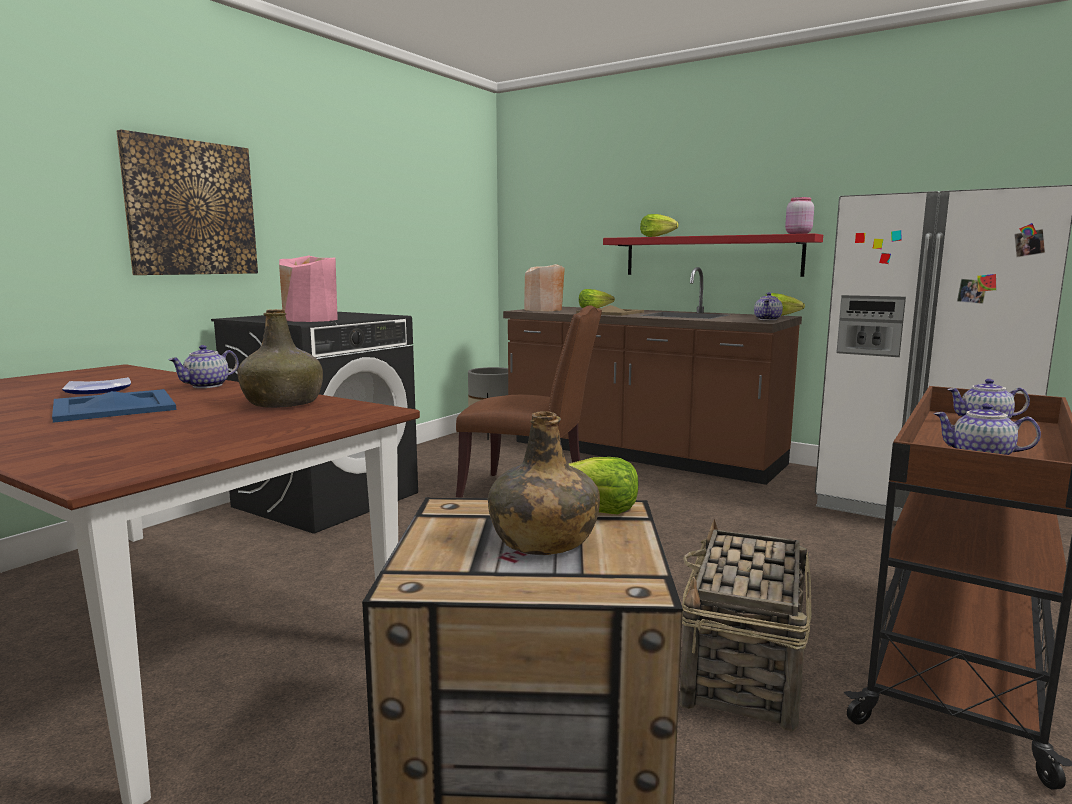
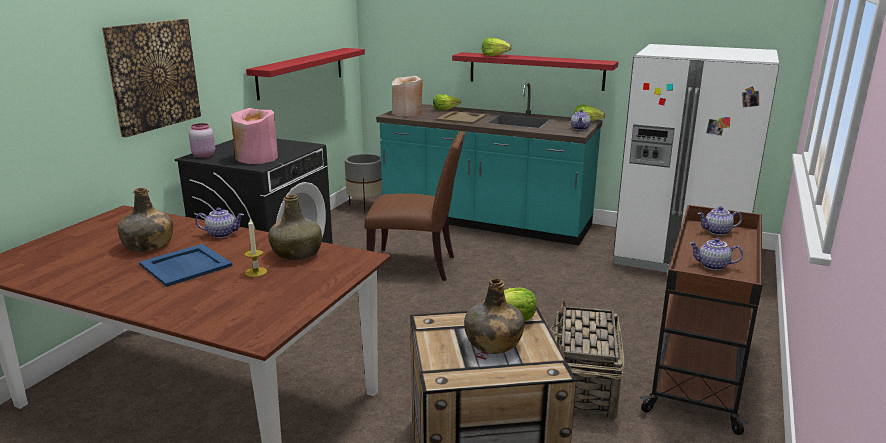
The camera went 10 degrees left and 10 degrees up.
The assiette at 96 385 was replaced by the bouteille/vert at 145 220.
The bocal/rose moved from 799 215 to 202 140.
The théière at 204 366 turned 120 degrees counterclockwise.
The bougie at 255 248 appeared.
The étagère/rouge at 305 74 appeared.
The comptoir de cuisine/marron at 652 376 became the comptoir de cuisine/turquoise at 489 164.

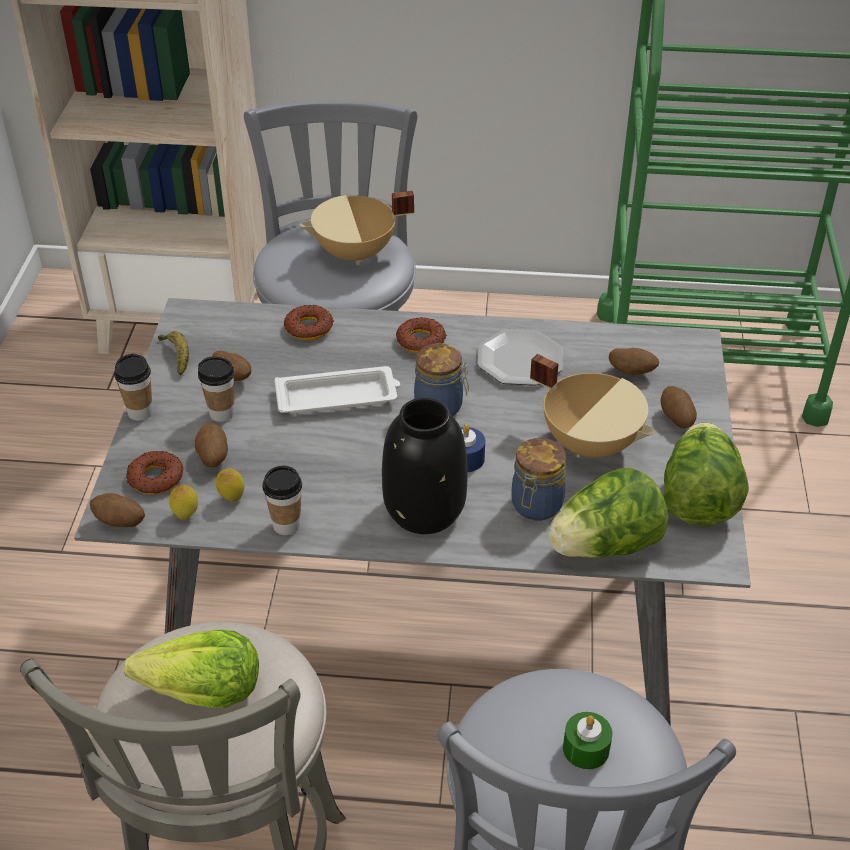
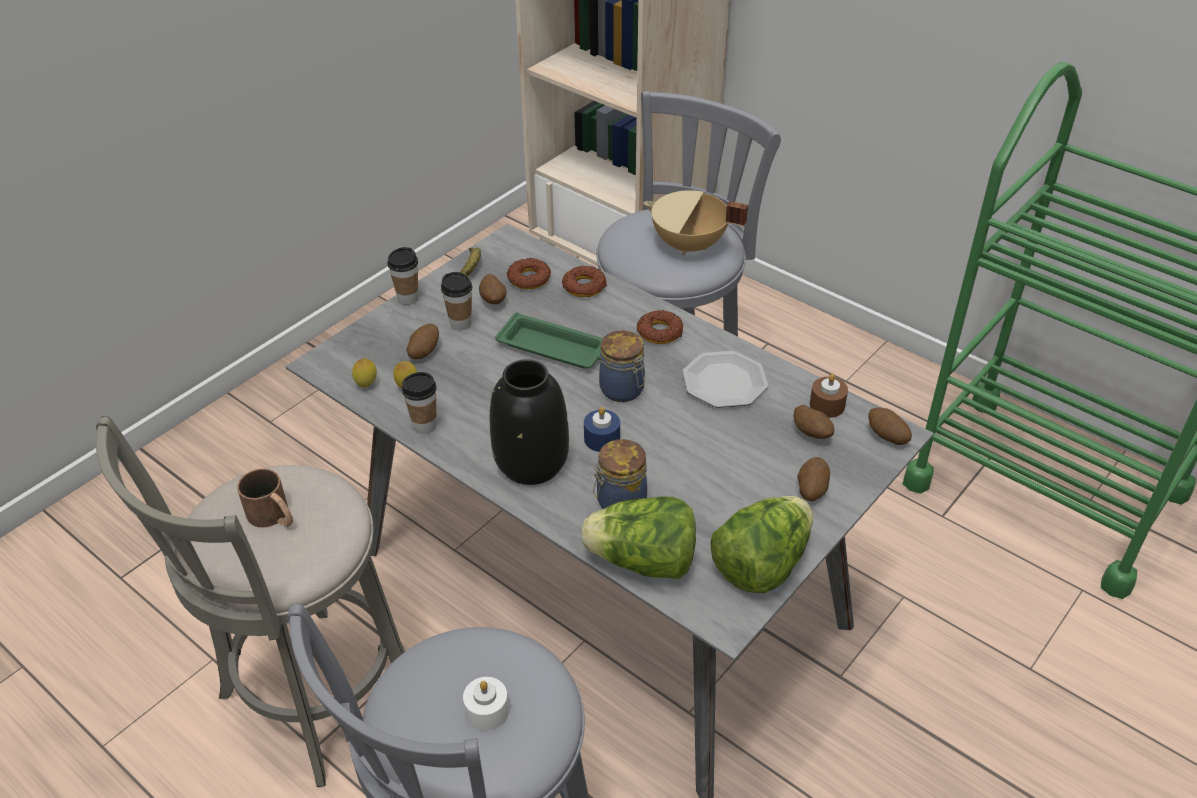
The camera went 35 degrees right and 0 degrees up.
The laitue at 191 669 was replaced by the mug/marron at 265 497.
The bougie/vert at 587 740 became the bougie/blanc at 486 704.
The plateau/blanc at 337 390 became the plateau/vert at 549 340.
The beignet moved from 154 472 to 529 273.
The bougie/marron at 829 395 appeared.
The pomme de terre moved from 117 510 to 890 426.
The marmite/beige at 592 406 disappeared.

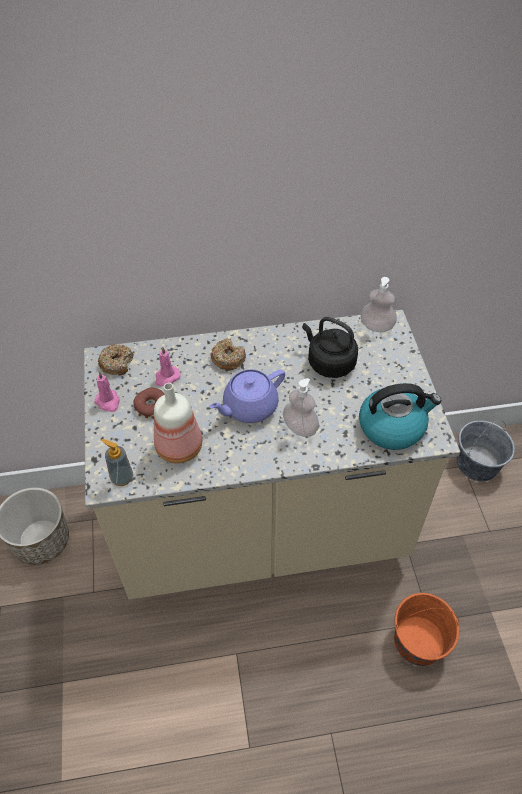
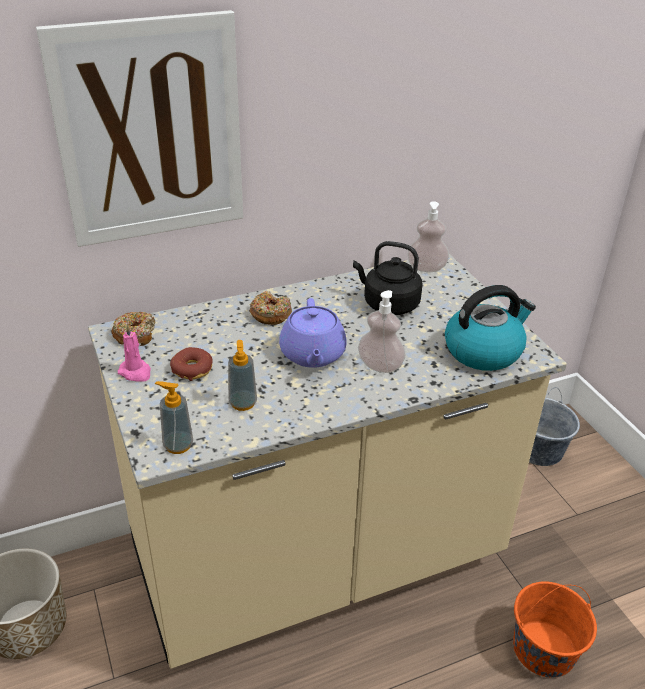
The camera went 15 degrees left and 15 degrees down.
The tableau at 139 128 appeared.
The bouteille at 178 423 was replaced by the distributeur de savon at 242 375.
The théière/violet at 247 396 turned 45 degrees counterclockwise.
The bougie/rose at 168 366 disappeared.

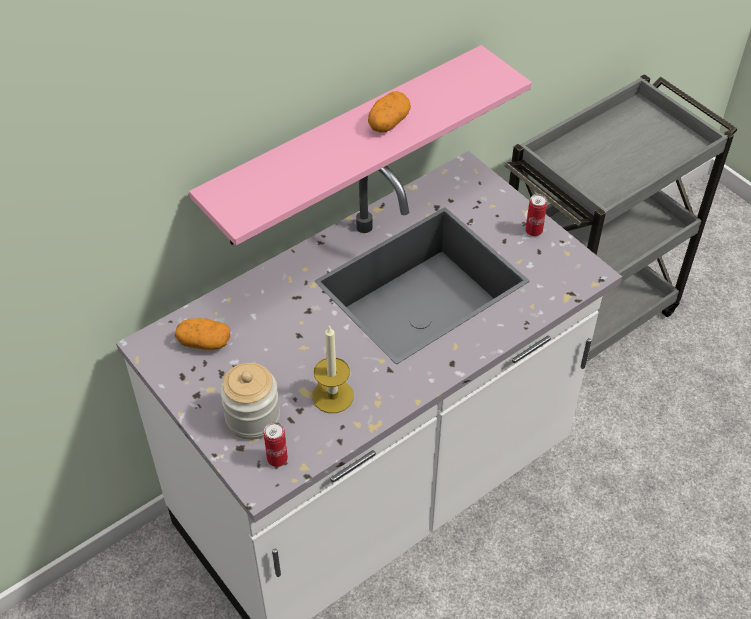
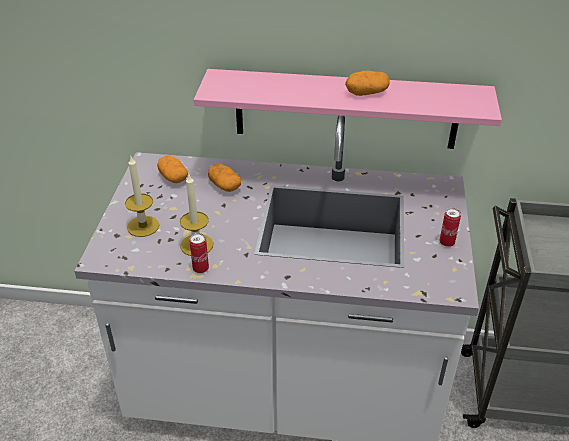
The camera went 45 degrees right and 10 degrees down.
The bocal at 250 401 was replaced by the bougie at 142 197.
The boîte métallique moved from 276 444 to 199 253.
The pomme de terre at 224 178 appeared.

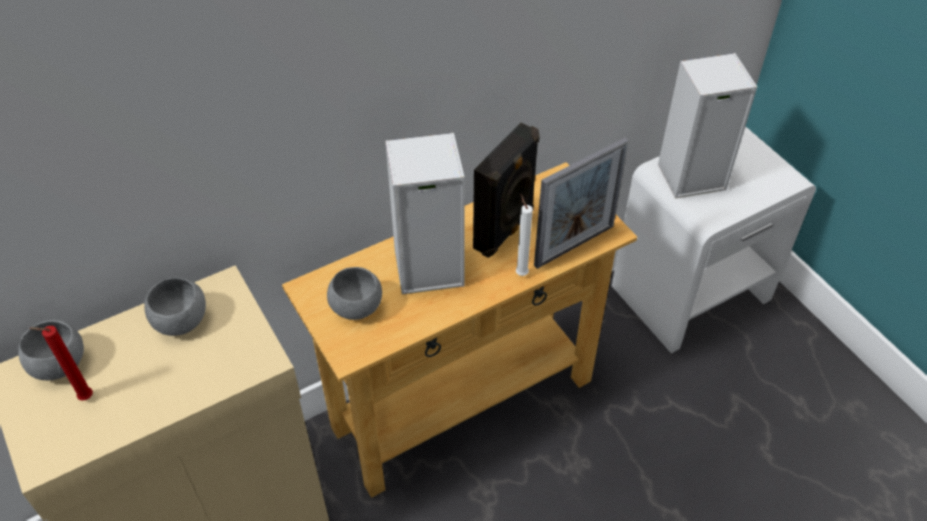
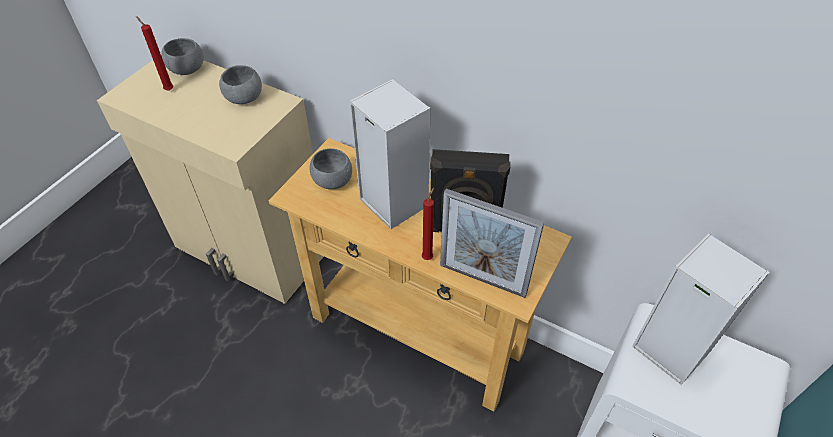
The camera went 60 degrees right and 0 degrees up.
The bougie/blanc at 524 234 became the bougie/rouge at 428 224.

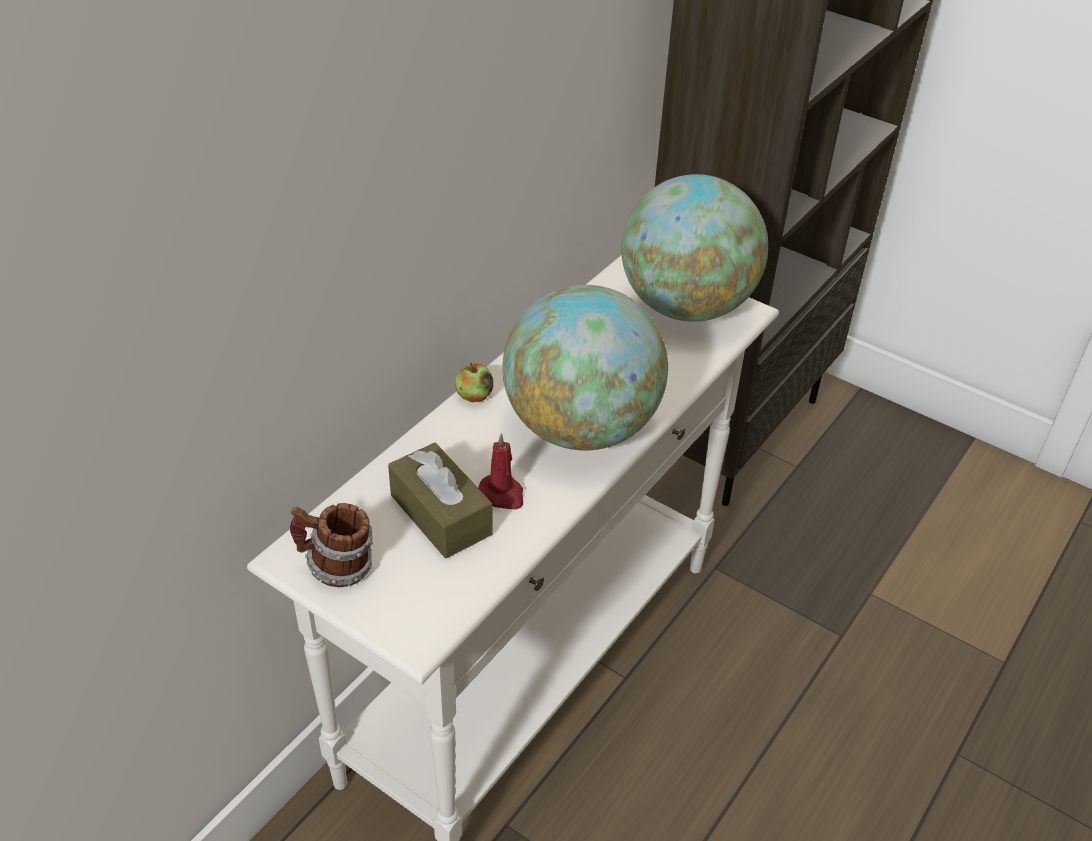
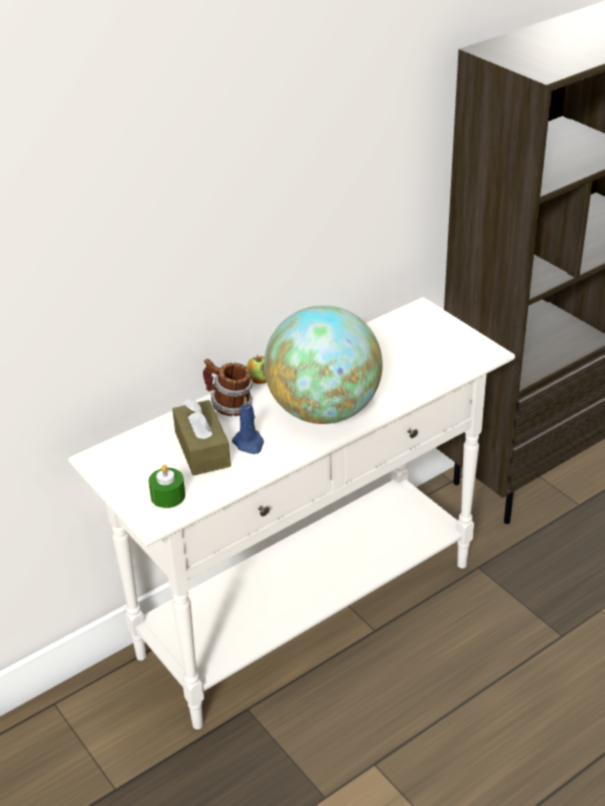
The camera went 20 degrees right and 5 degrees down.
The bougie/vert at 167 486 appeared.
The mug moved from 331 545 to 228 387.
The bougie/rouge at 500 471 became the bougie/bleu at 248 425.
The globe at 694 248 disappeared.

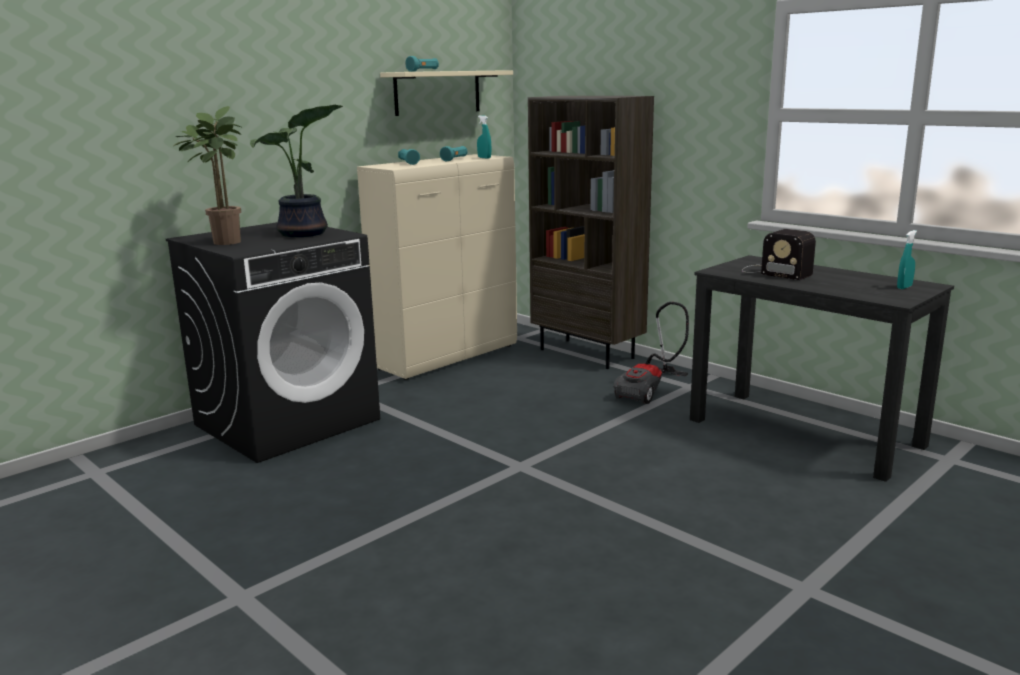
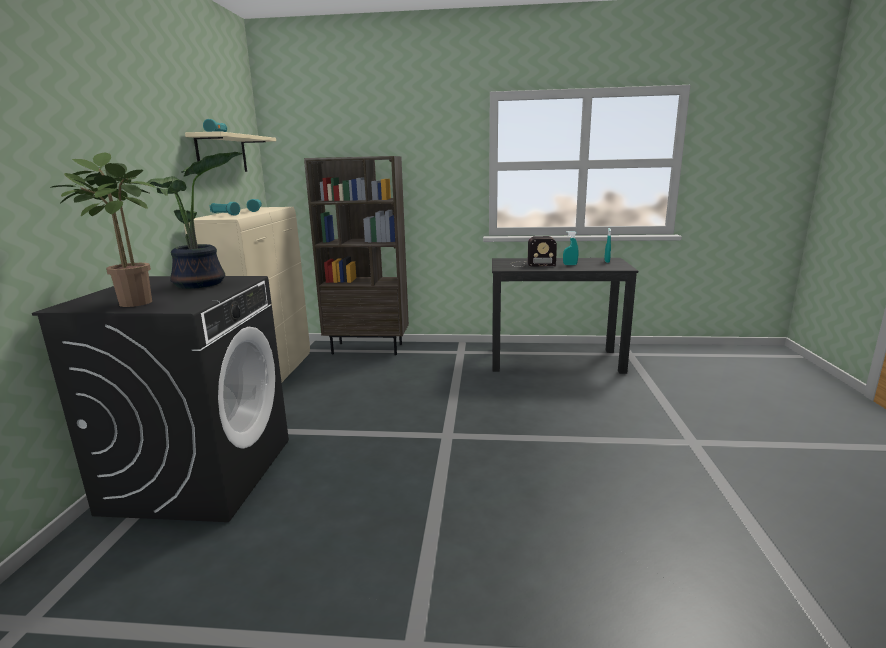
The camera went 40 degrees left and 0 degrees up.
The vaporisateur/turquoise moved from 484 137 to 571 248.
The aspirateur at 651 353 disappeared.

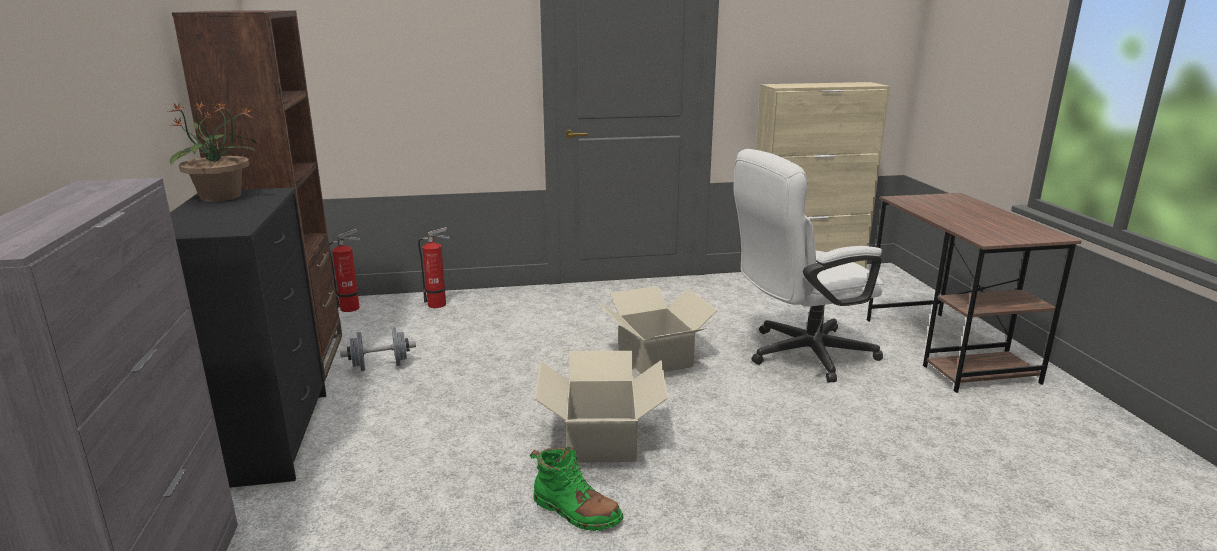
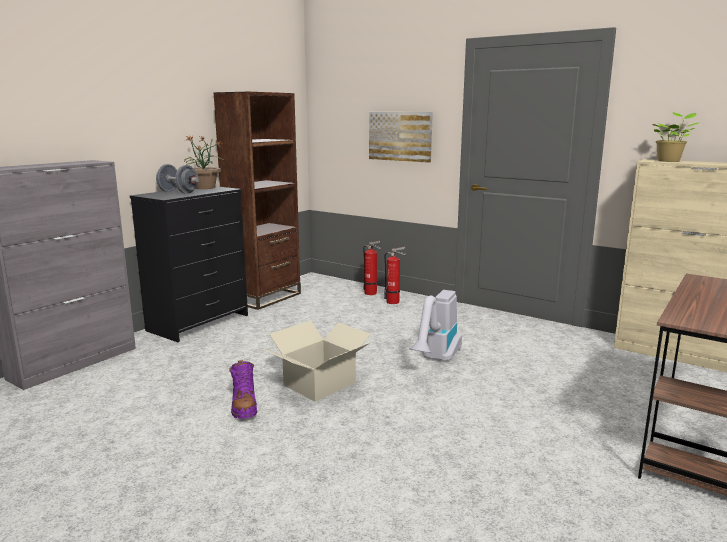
The camera went 45 degrees right and 5 degrees down.
The haltère/gris moved from 378 349 to 177 179.
The botte/vert at 576 489 became the botte/violet at 243 389.
The tableau at 401 137 appeared.
The extincteur moved from 344 270 to 395 275.
The carton at 658 330 was replaced by the aspirateur at 436 325.
The plante en pot at 676 137 appeared.
The chaise de bureau/blanc at 809 266 disappeared.

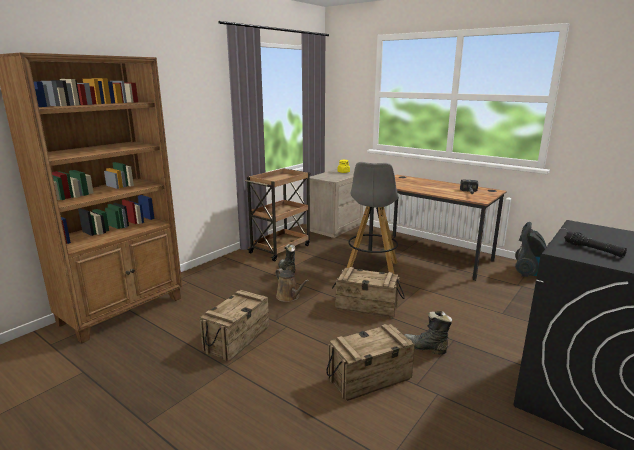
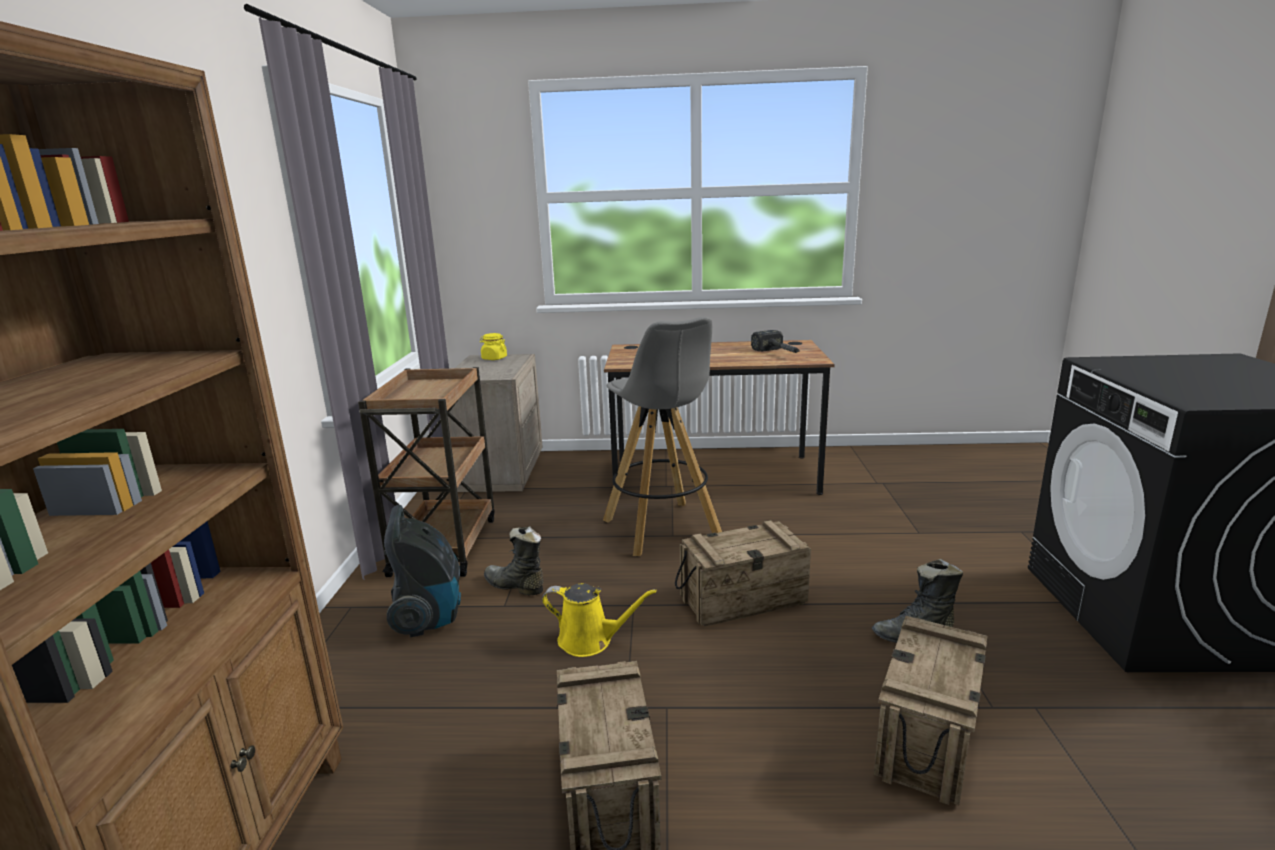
The camera went 35 degrees left and 0 degrees up.
The aspirateur moved from 531 249 to 422 571.
The arrosoir/marron at 292 285 became the arrosoir/jaune at 599 620.
The lampe de poche/noir at 595 244 disappeared.

